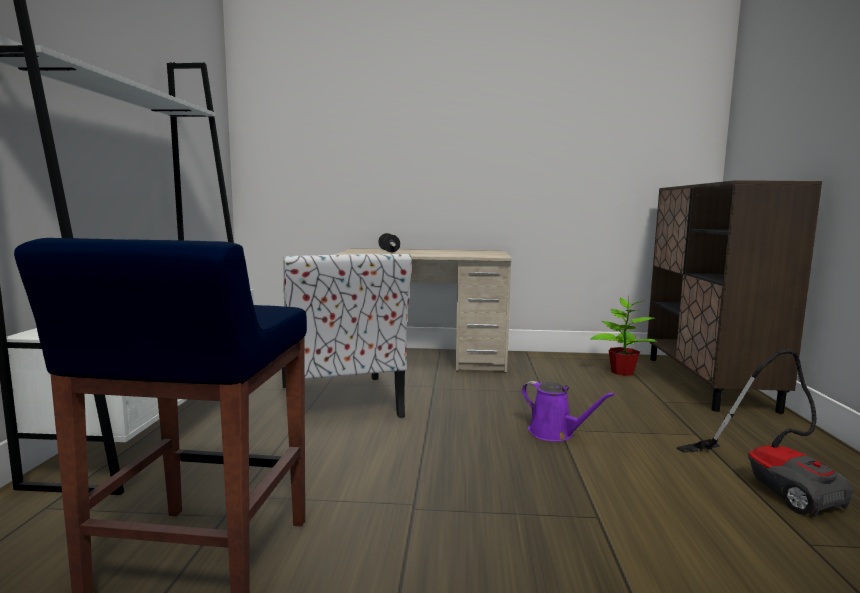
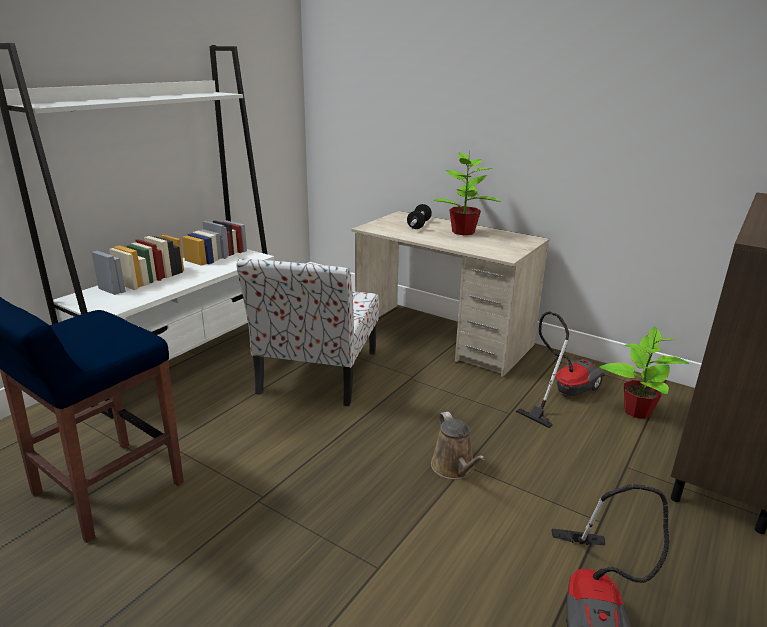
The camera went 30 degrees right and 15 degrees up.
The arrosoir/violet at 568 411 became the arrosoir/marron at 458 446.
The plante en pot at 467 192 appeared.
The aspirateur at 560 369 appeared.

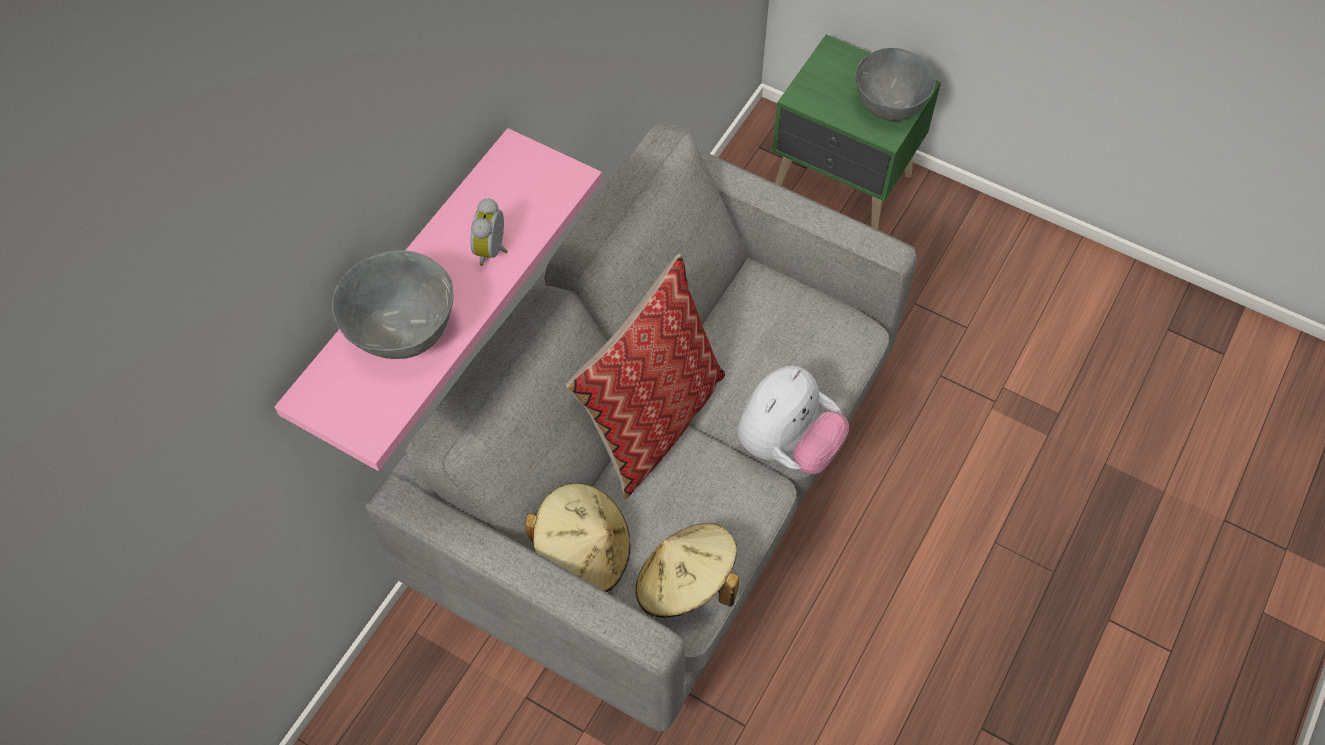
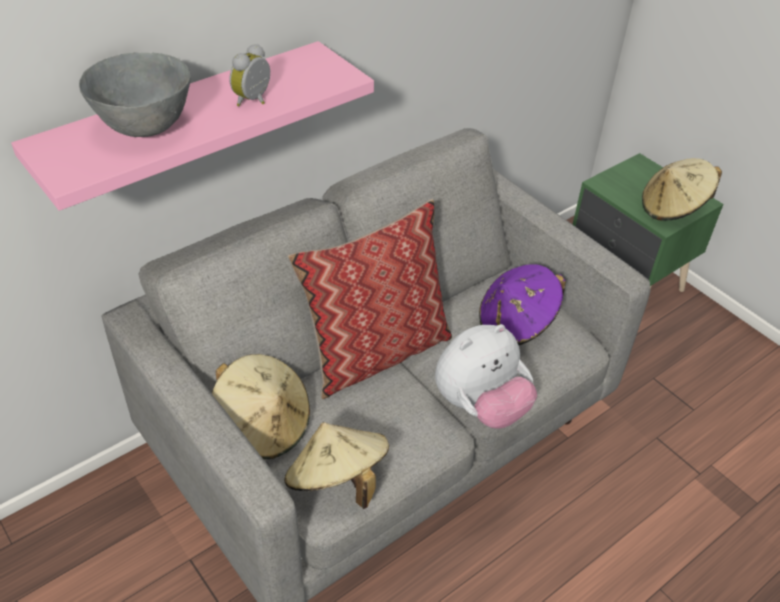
The camera went 20 degrees right and 15 degrees down.
The chapeau/violet at 522 304 appeared.
The bol/gris at 895 84 was replaced by the chapeau/beige at 682 189.

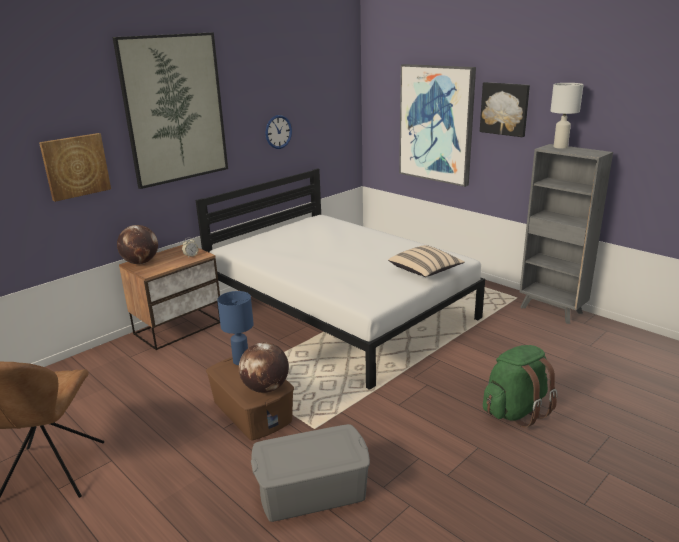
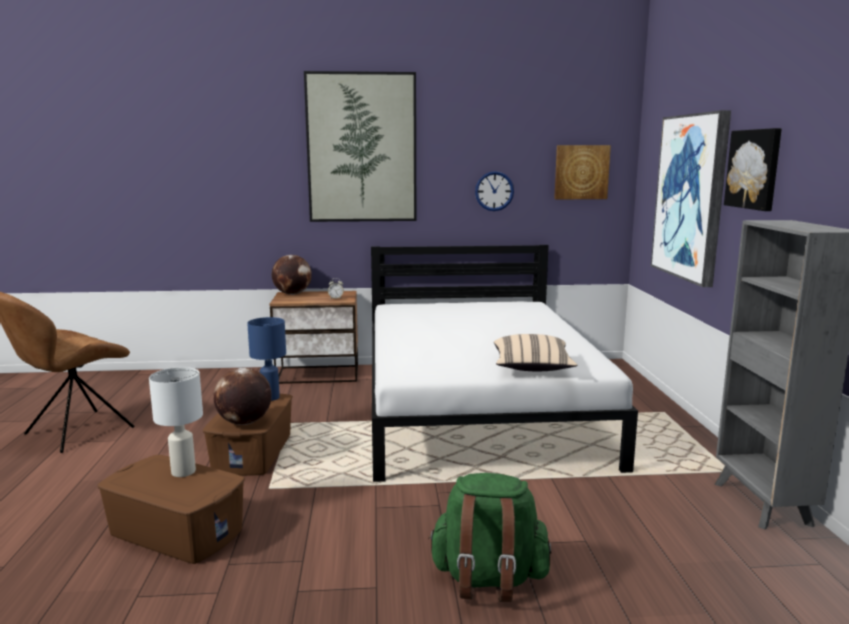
The camera went 40 degrees right and 10 degrees down.
The boîte de rangement/gris at 310 473 became the boîte de rangement/marron at 171 509.
The lampe de table/blanc moved from 567 116 to 176 422.
The tableau moved from 75 167 to 582 172.

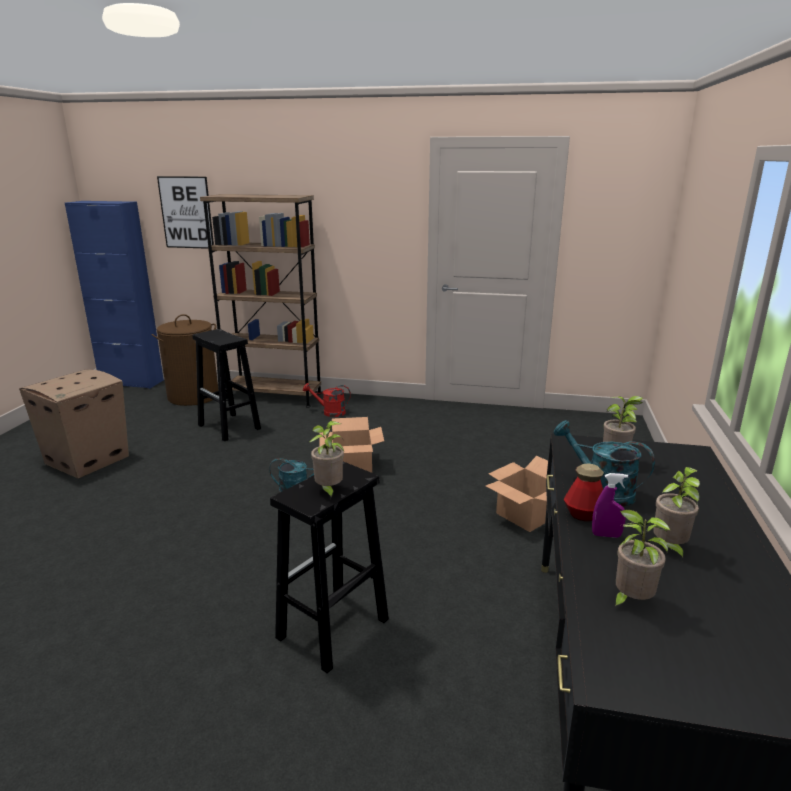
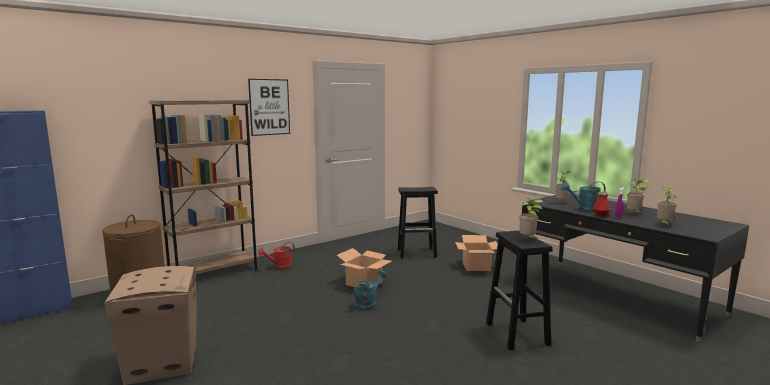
The camera went 50 degrees left and 10 degrees down.
The tableau moved from 185 212 to 269 107.
The tabouret/noir moved from 226 385 to 417 223.

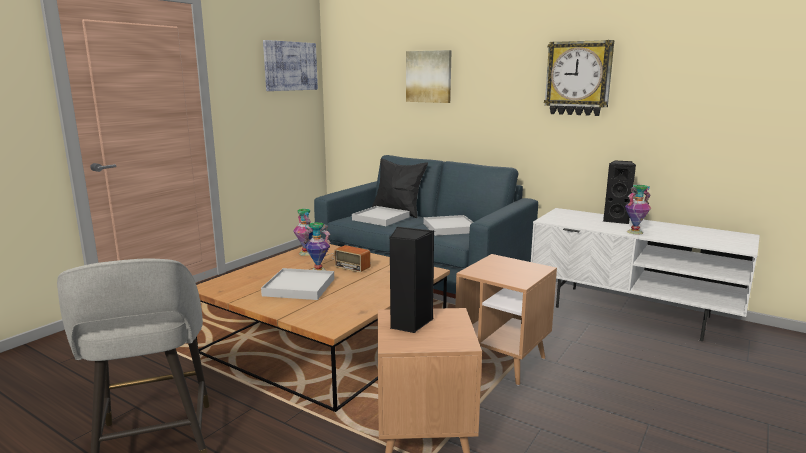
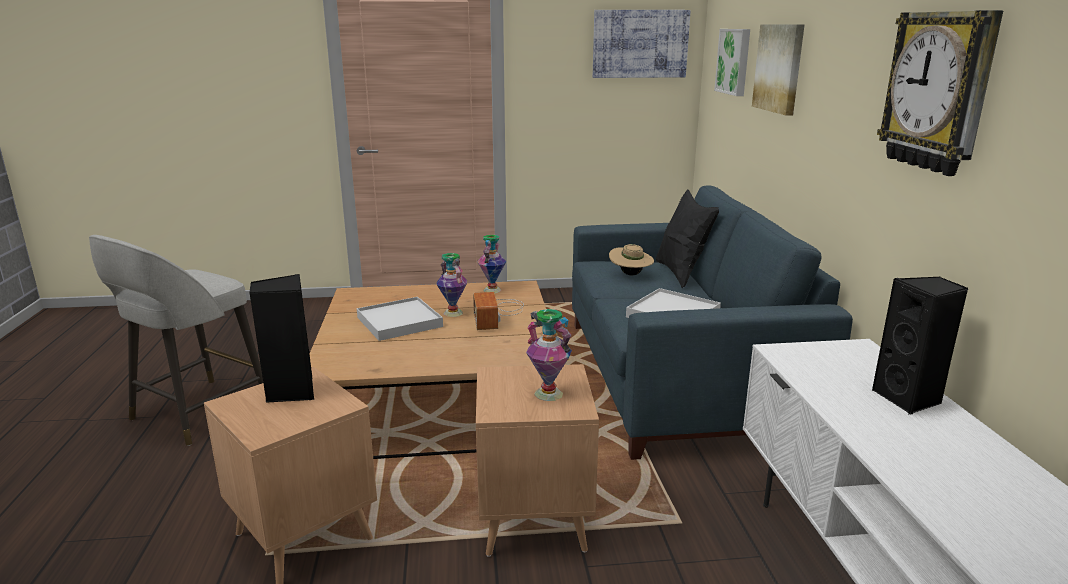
The camera went 50 degrees right and 5 degrees up.
The vase moved from 638 210 to 549 355.
The plateau/blanc at 380 216 was replaced by the chapeau/beige at 631 259.
The tableau at 732 62 appeared.

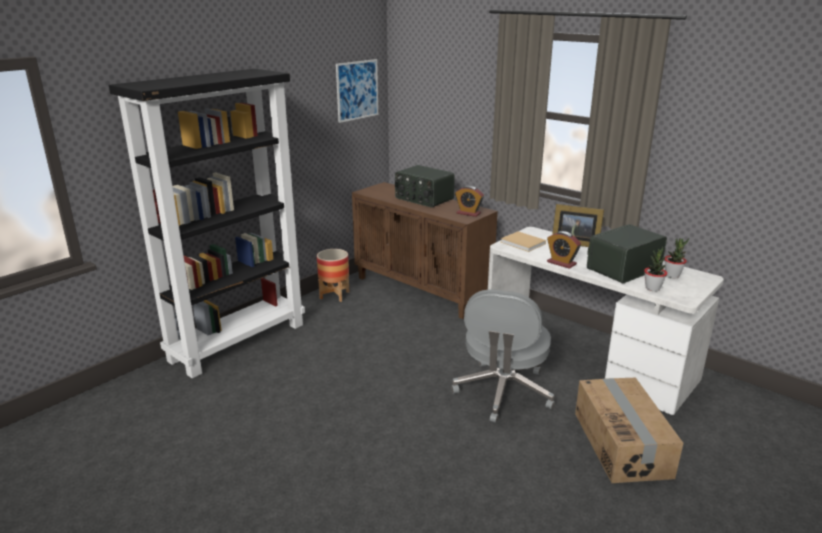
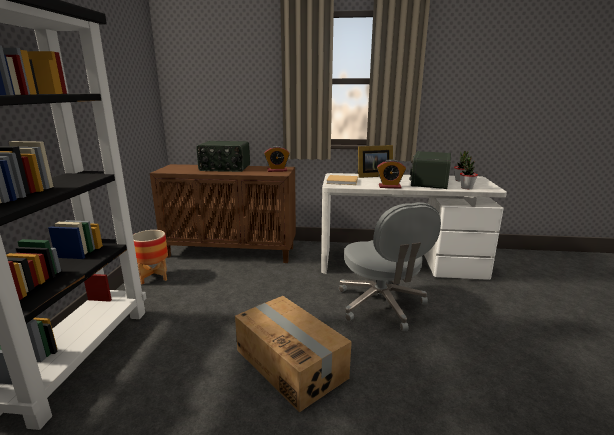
The camera went 35 degrees left and 5 degrees down.
The carton moved from 629 430 to 293 354.
The tableau at 357 91 disappeared.

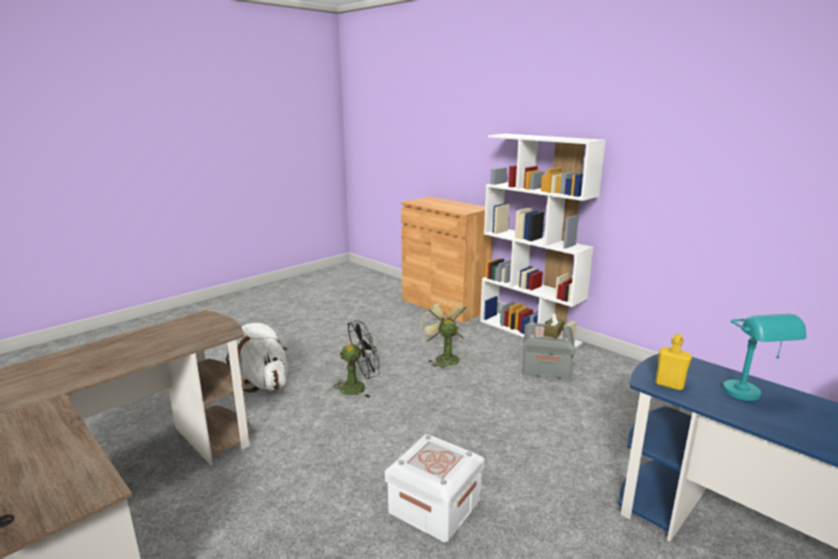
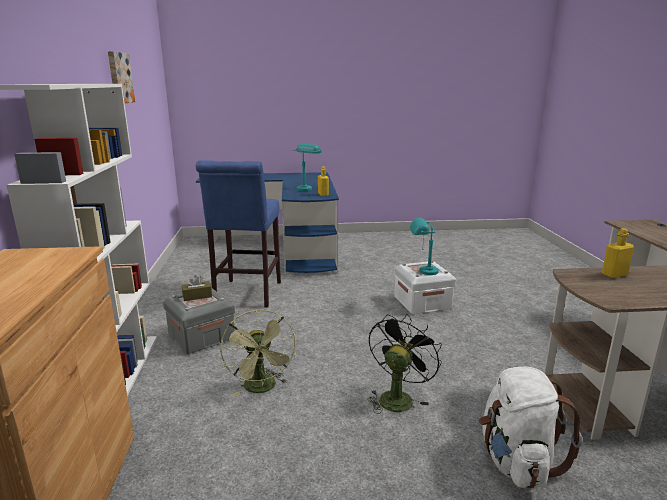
The camera went 140 degrees left and 0 degrees up.
The tableau at 121 77 appeared.
The tabouret/bleu at 238 234 appeared.
The ventilateur/vert at 446 333 turned 45 degrees counterclockwise.
The ventilateur/noir at 355 359 turned 105 degrees clockwise.
The lampe de table/turquoise at 424 246 appeared.
The bouteille/jaune at 618 253 appeared.

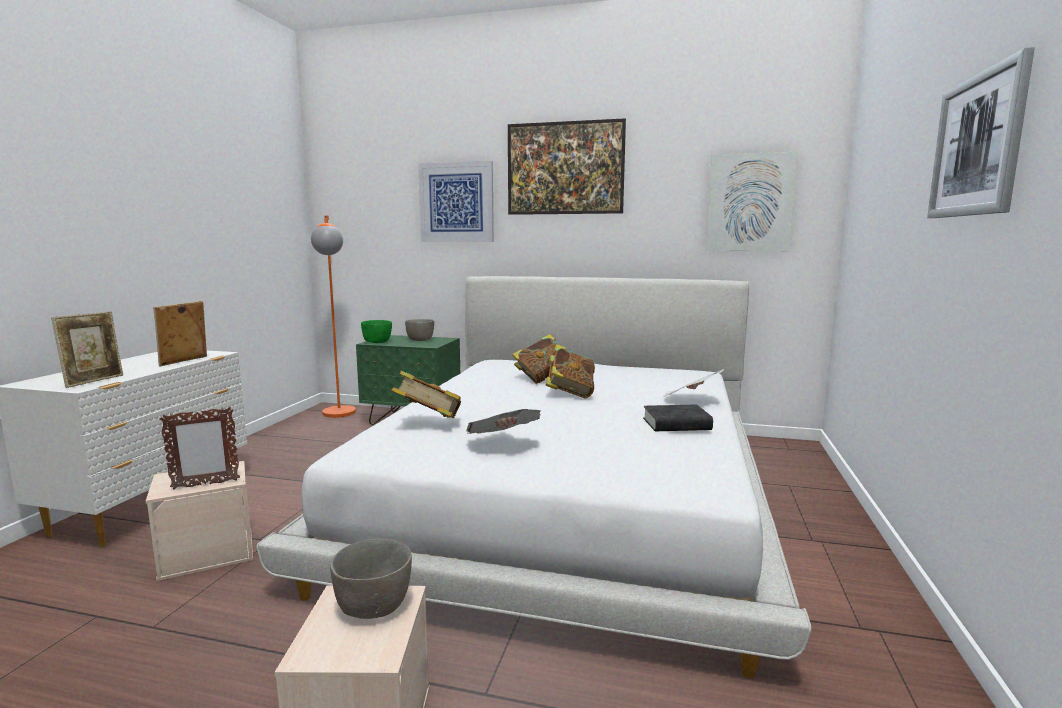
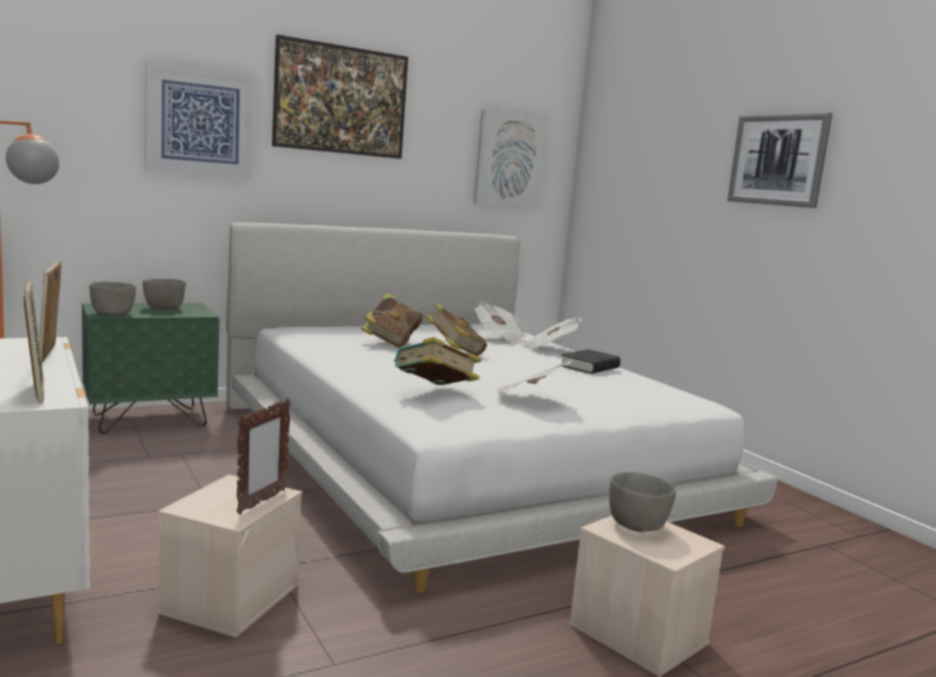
The camera went 45 degrees left and 0 degrees up.
The bol/vert at 376 331 became the bol/gris at 112 298.
The journal at 501 322 appeared.

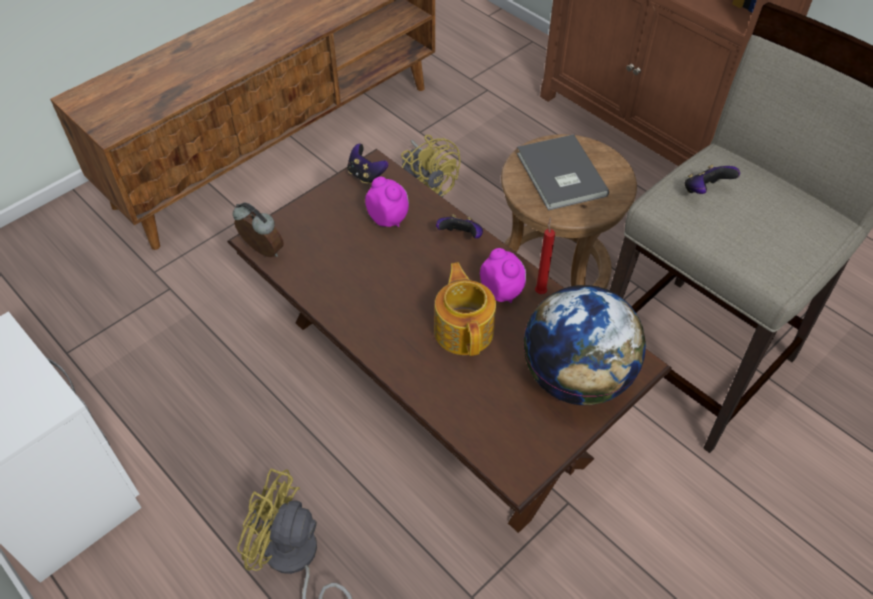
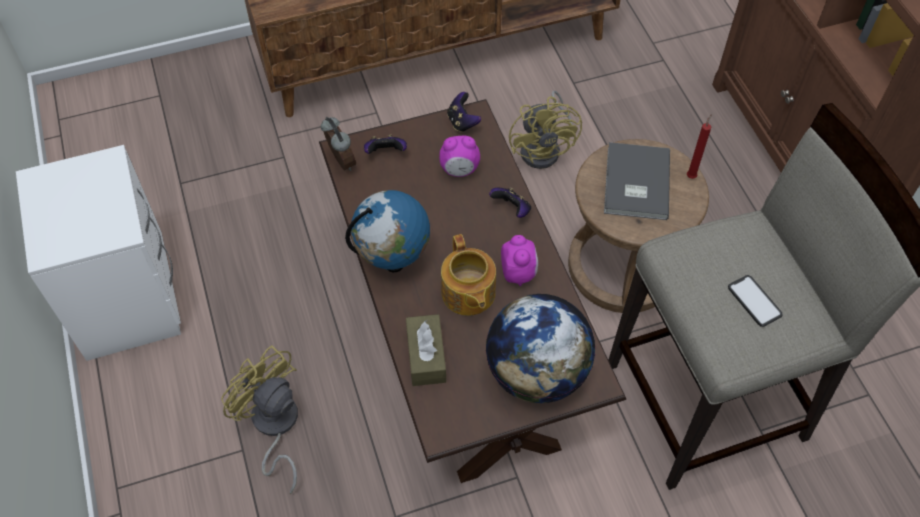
The camera went 25 degrees right and 5 degrees up.
The globe at 387 231 appeared.
The manette moved from 712 179 to 385 144.
The boîte à mouchoirs/marron at 426 350 appeared.
The réveil at 387 202 turned 105 degrees clockwise.
The théière at 465 309 turned 150 degrees clockwise.
The bougie/rouge moved from 545 255 to 699 146.
The téléphone at 755 301 appeared.

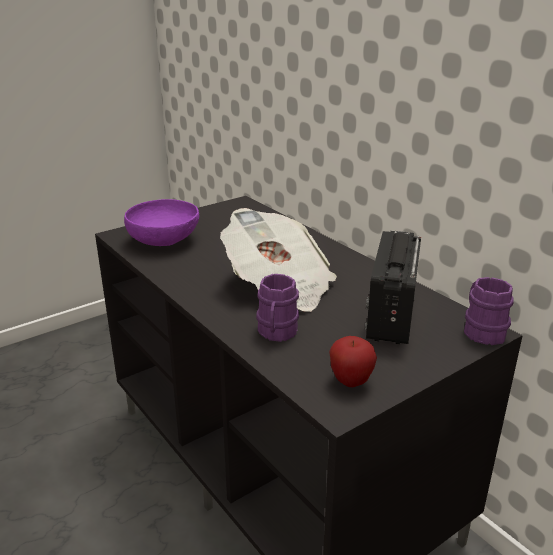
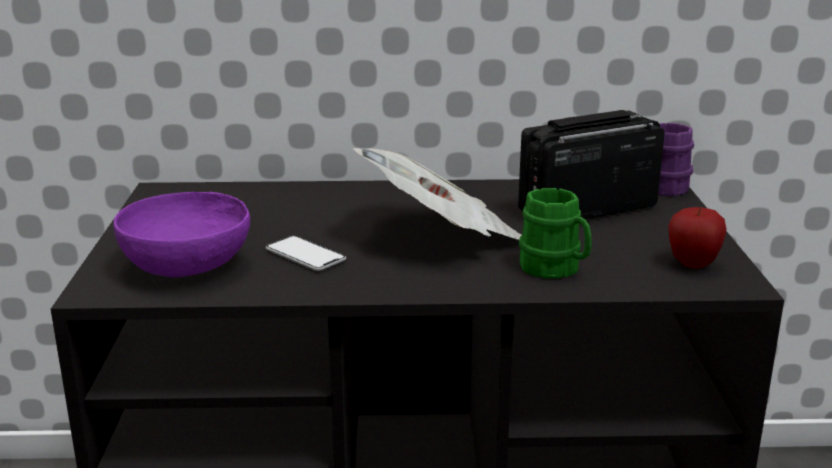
The camera went 55 degrees left and 5 degrees down.
The téléphone at 306 253 appeared.
The radio at 393 287 turned 105 degrees clockwise.
The mug/violet at 277 308 became the mug/vert at 555 233.

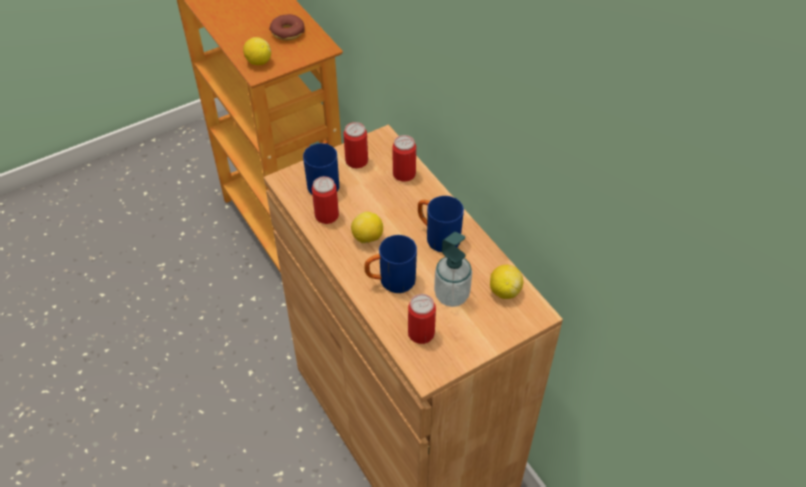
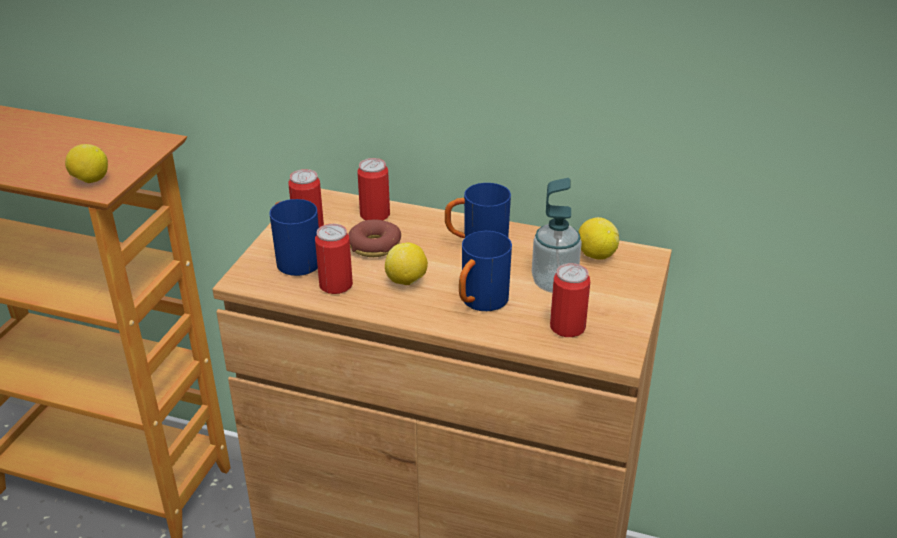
The camera went 40 degrees left and 15 degrees down.
The beignet moved from 287 27 to 374 238.

